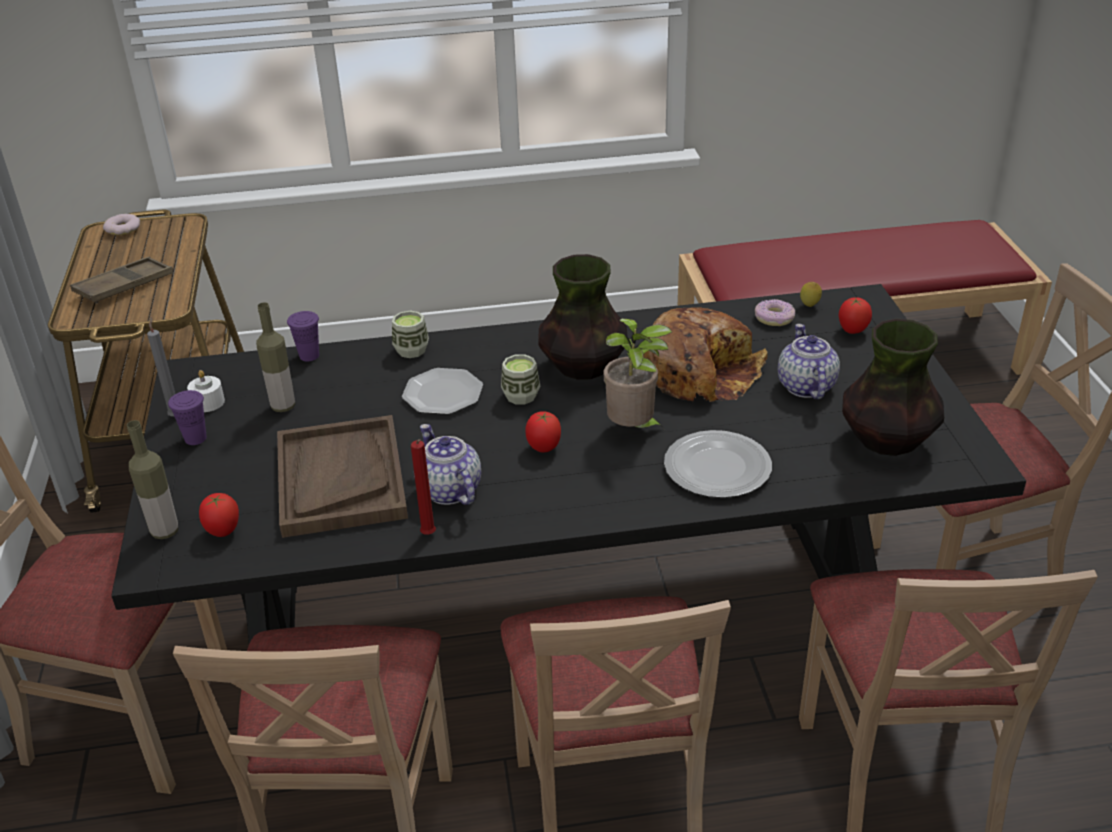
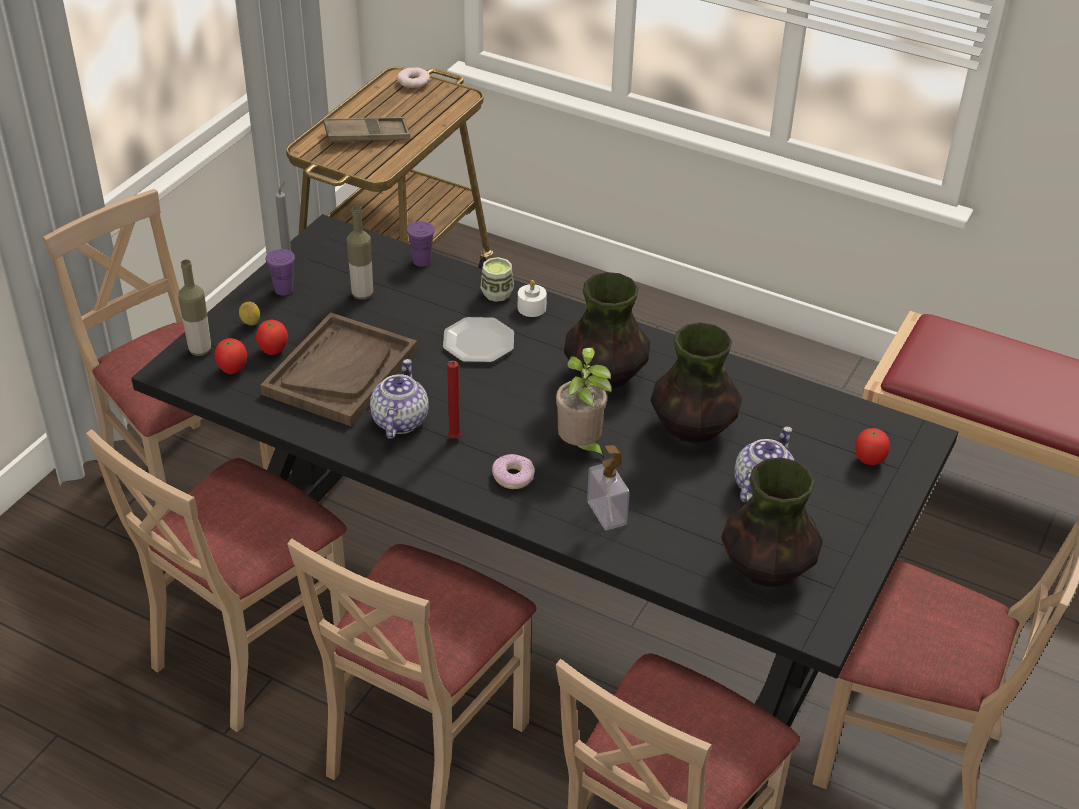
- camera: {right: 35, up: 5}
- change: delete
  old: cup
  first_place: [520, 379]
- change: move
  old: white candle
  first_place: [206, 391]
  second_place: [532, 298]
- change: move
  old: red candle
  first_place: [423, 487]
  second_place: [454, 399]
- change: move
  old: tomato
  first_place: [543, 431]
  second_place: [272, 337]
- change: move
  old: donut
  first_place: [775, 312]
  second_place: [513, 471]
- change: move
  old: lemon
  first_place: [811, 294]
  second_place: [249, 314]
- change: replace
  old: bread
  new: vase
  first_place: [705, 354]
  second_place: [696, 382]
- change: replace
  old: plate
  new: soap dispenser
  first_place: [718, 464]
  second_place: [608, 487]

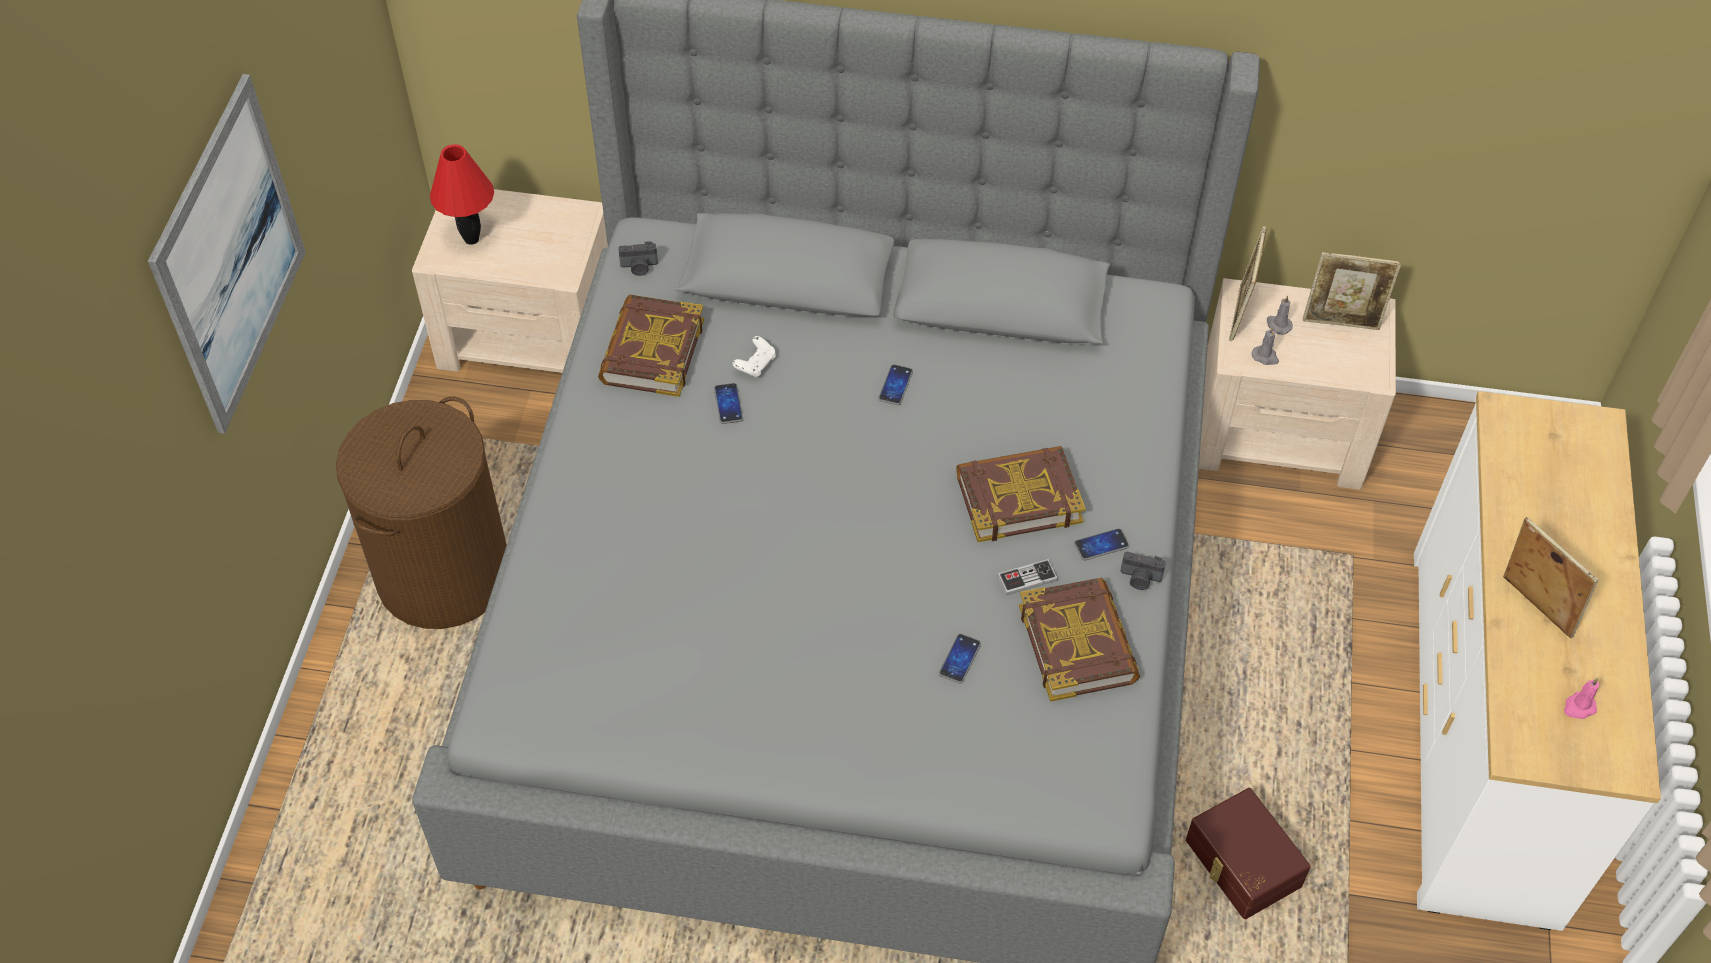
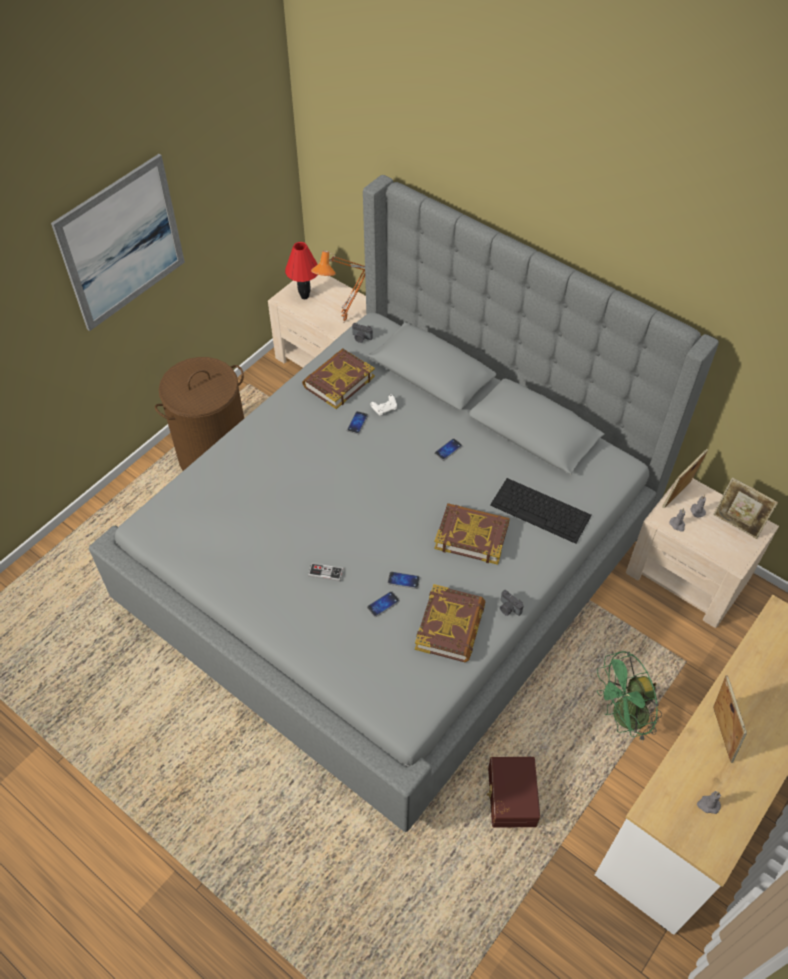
- camera: {right: 30, up: 0}
- change: insert
  new: orange table lamp
  second_place: [338, 286]
- change: insert
  new: keyboard
  second_place: [541, 511]
- change: insert
  new: green fan
  second_place: [629, 697]
- change: move
  old: game controller
  first_place: [1027, 577]
  second_place: [325, 572]
- change: move
  old: phone
  first_place: [1101, 544]
  second_place: [403, 580]
- change: recolor
  old: pink candle
  new: grey candle
  first_place: [1581, 698]
  second_place: [709, 802]

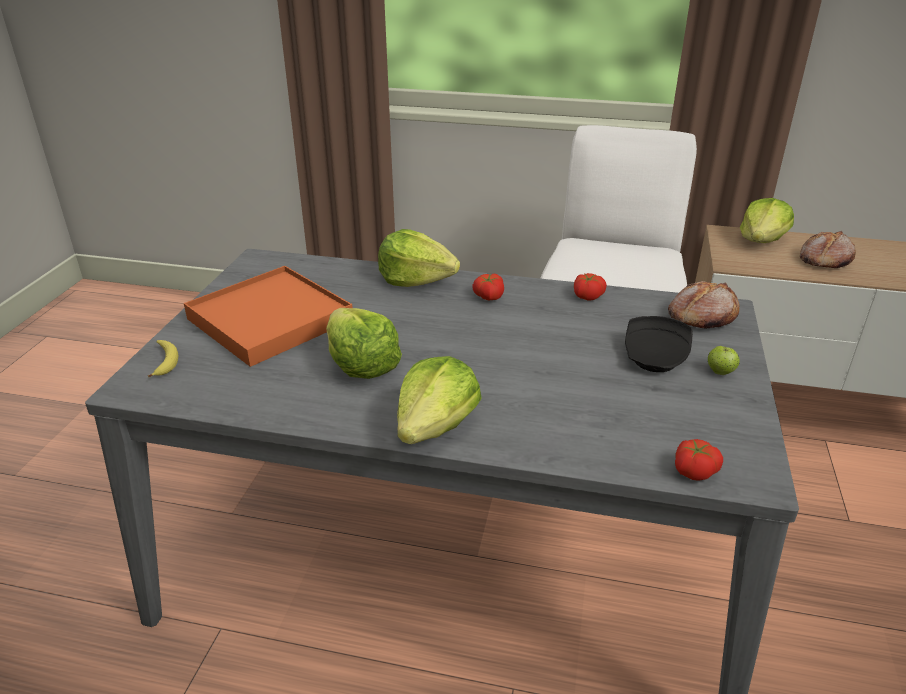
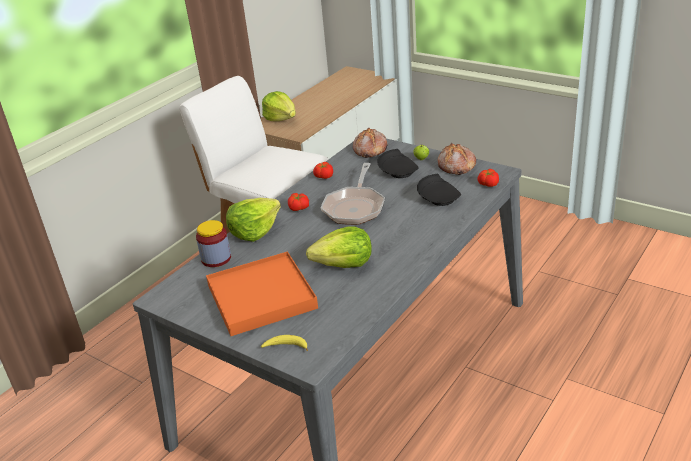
- camera: {right: -65, up: 0}
- change: delete
  old: lettuce
  first_place: [439, 400]
- change: insert
  new: jar
  second_place: [213, 243]
- change: insert
  new: frying pan
  second_place: [352, 194]
- change: insert
  new: black plate
  second_place: [439, 190]
- change: move
  old: bread
  first_place: [828, 249]
  second_place: [457, 159]

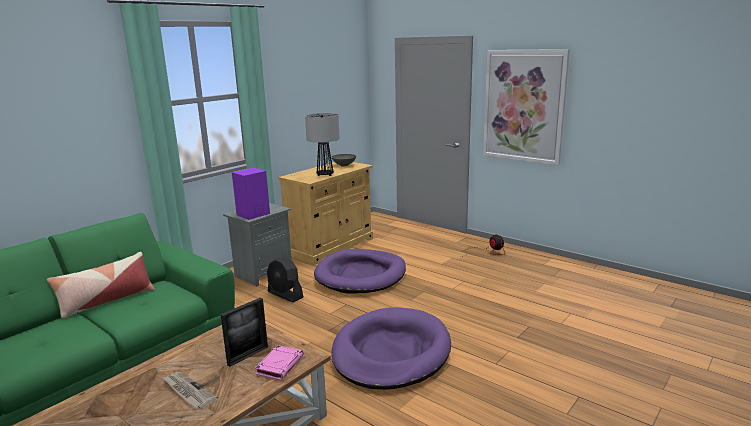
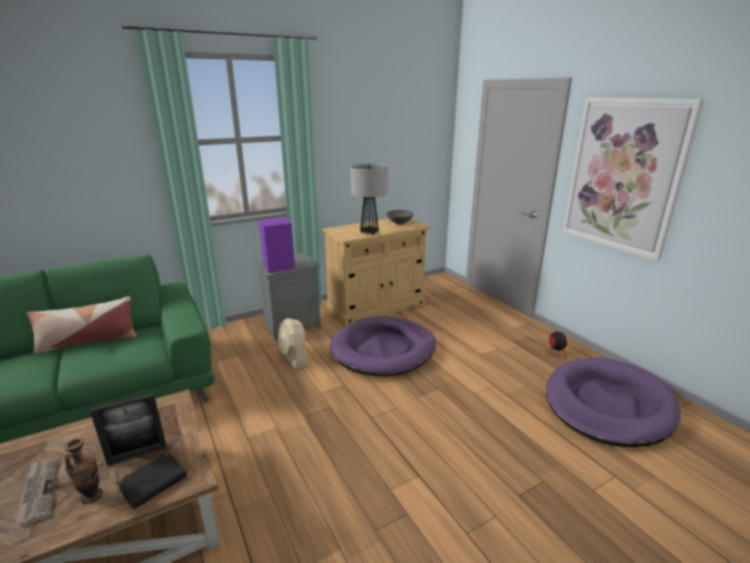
- camera: {right: 20, up: 5}
- change: insert
  new: vase
  second_place: [83, 471]
- change: move
  old: purple dog bed
  first_place: [391, 348]
  second_place: [613, 402]
- change: recolor
  old: pink book
  new: black book
  first_place: [279, 362]
  second_place: [152, 480]
- change: recolor
  old: black fan
  new: beige fan
  first_place: [285, 280]
  second_place: [293, 343]

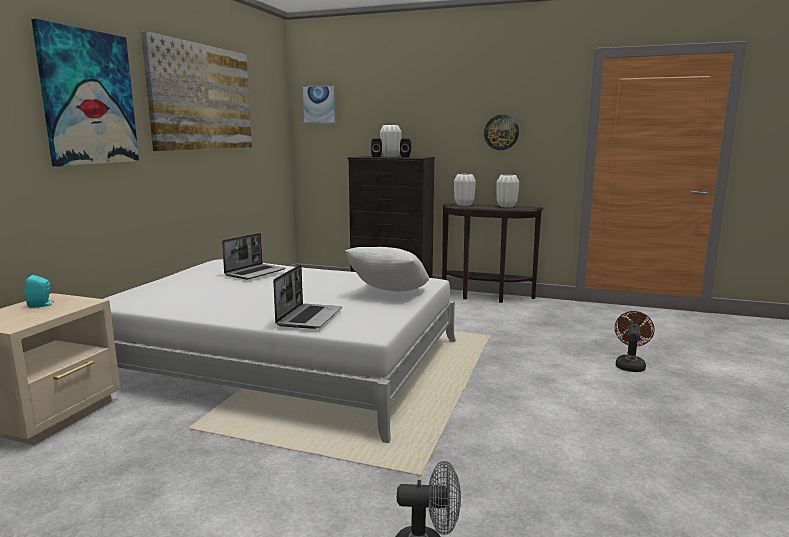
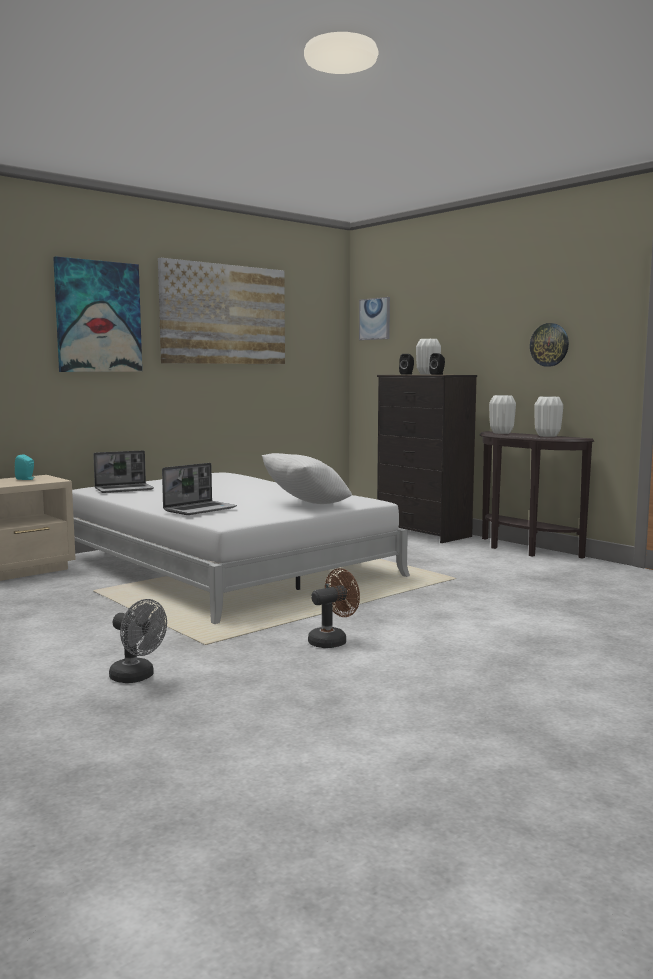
- camera: {right: 30, up: -5}
- change: move
  old: laptop
  first_place: [253, 256]
  second_place: [123, 471]
- change: move
  old: brown fan
  first_place: [634, 341]
  second_place: [334, 608]

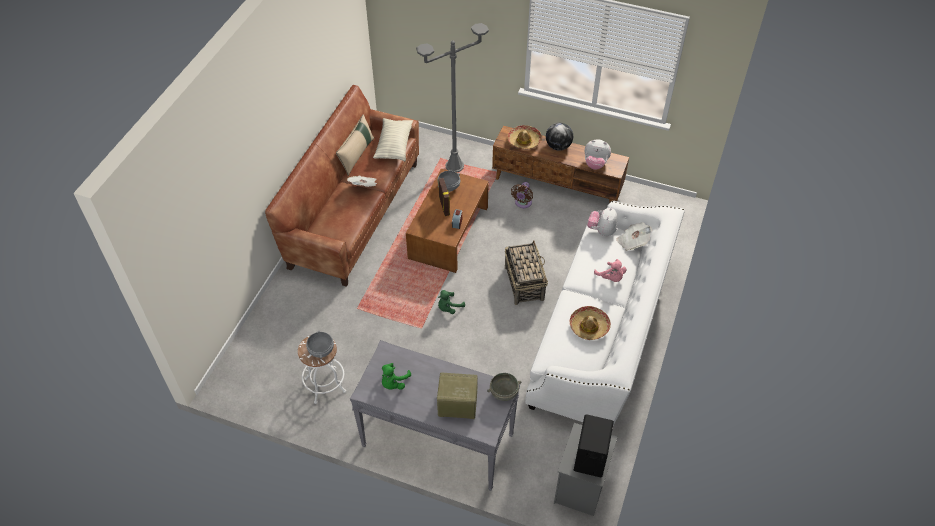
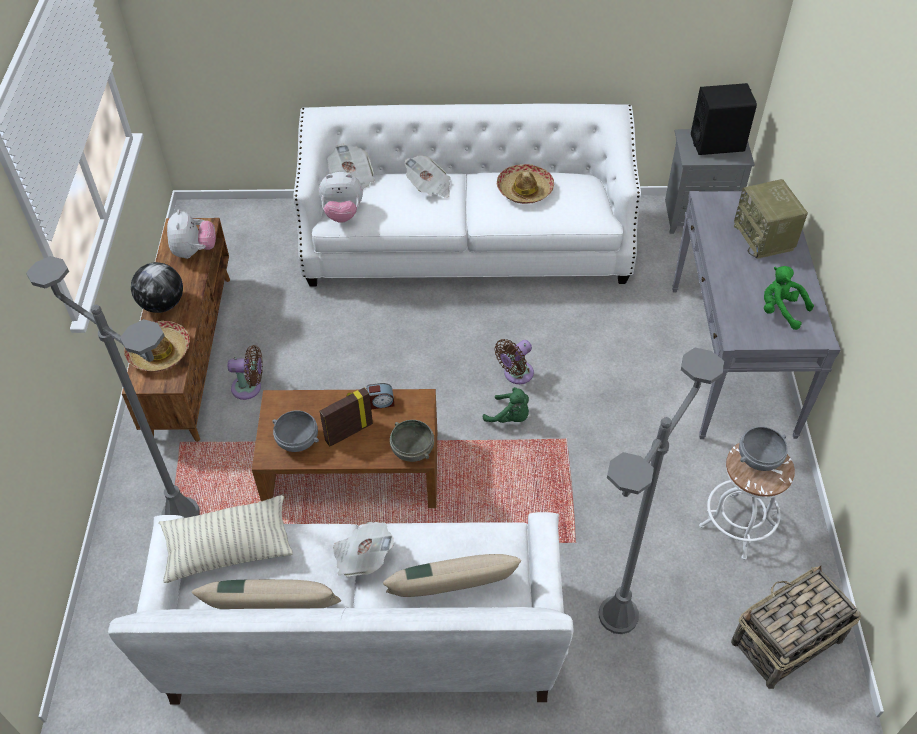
- camera: {right: -110, up: 0}
- change: insert
  new: beige pillow
  second_place: [452, 575]
- change: insert
  new: brown fan
  second_place: [514, 361]
- change: insert
  new: grey floor lamp
  second_place: [661, 491]
- change: move
  old: grey bowl
  first_place: [504, 387]
  second_place: [412, 441]
- change: move
  old: basket
  first_place: [526, 273]
  second_place: [796, 627]
- change: replace
  old: pink plush toy
  new: newspaper
  first_place: [610, 270]
  second_place: [427, 177]
- change: recolor
  old: brown sofa
  new: white sofa
  first_place: [342, 186]
  second_place: [340, 608]
- change: rotate
  old: green plush toy
  first_place: [396, 376]
  second_place: [789, 298]
  degrees: -150

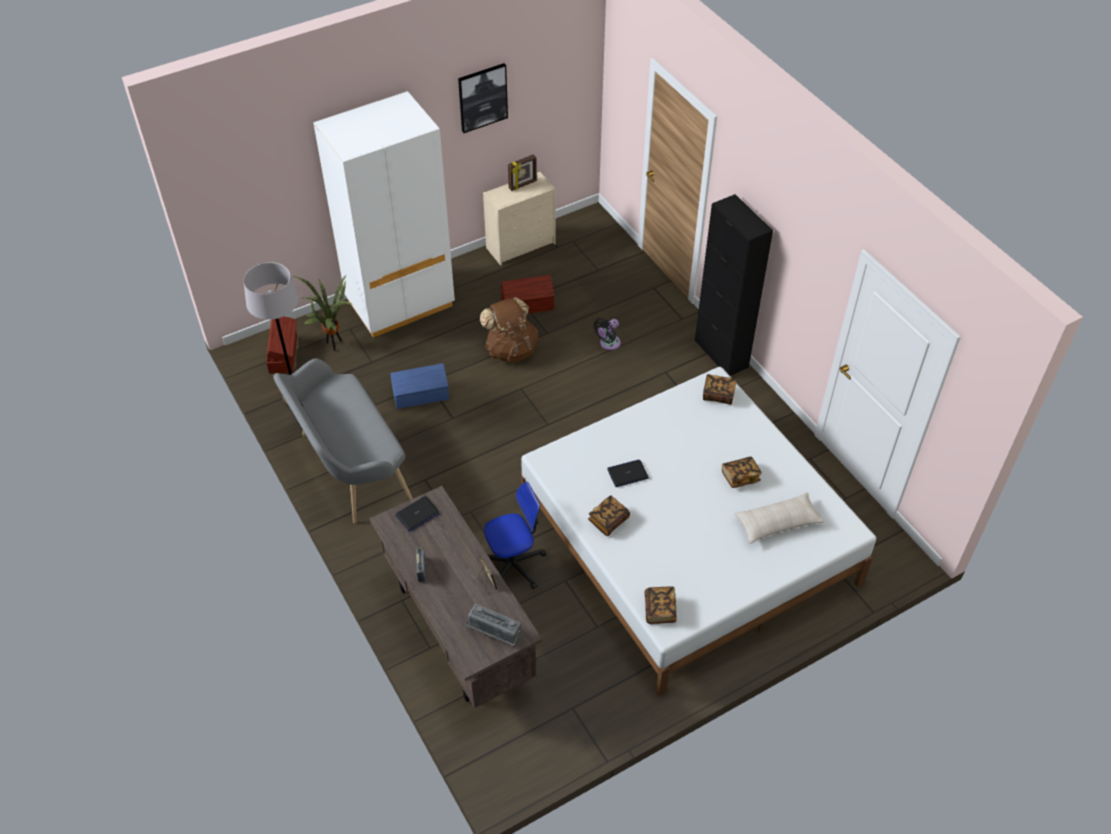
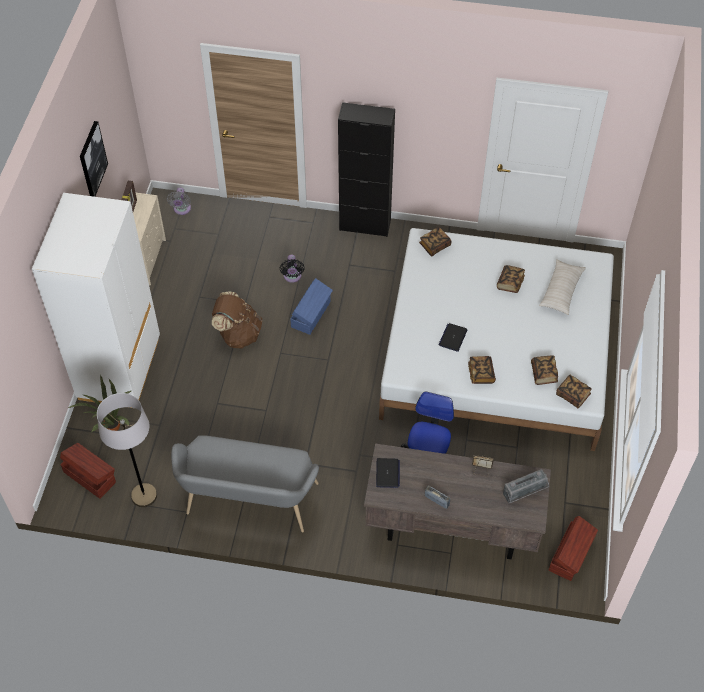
- camera: {right: -50, up: 5}
- change: insert
  new: grey fan
  second_place: [179, 201]
- change: insert
  new: book
  second_place: [544, 370]
- change: move
  old: blue storage box
  first_place: [420, 386]
  second_place: [311, 306]
- change: move
  old: brown storage box
  first_place: [527, 294]
  second_place: [573, 548]

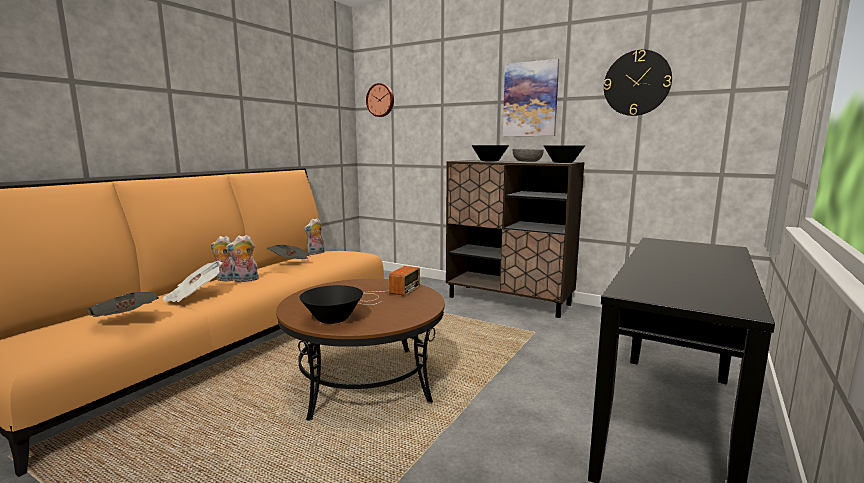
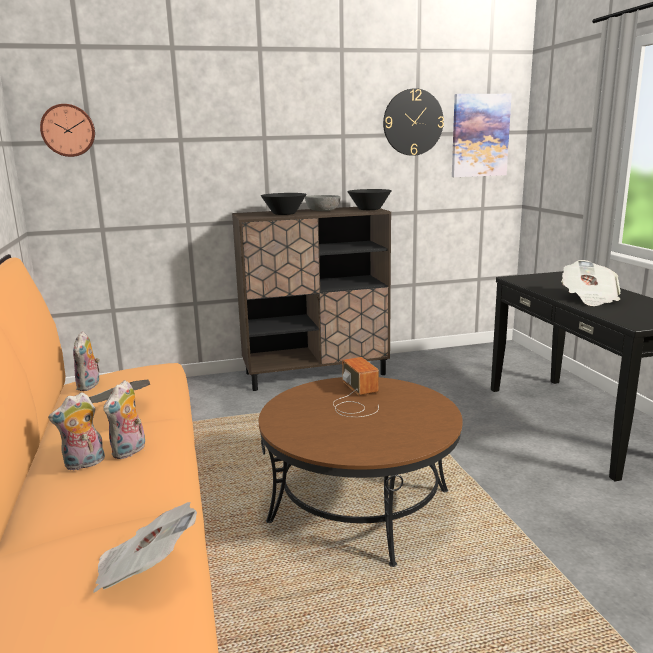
- camera: {right: -45, up: 5}
- change: delete
  old: black bowl
  first_place: [331, 304]
- change: move
  old: newspaper
  first_place: [192, 281]
  second_place: [591, 283]
- change: move
  old: picture
  first_place: [531, 97]
  second_place: [482, 135]

